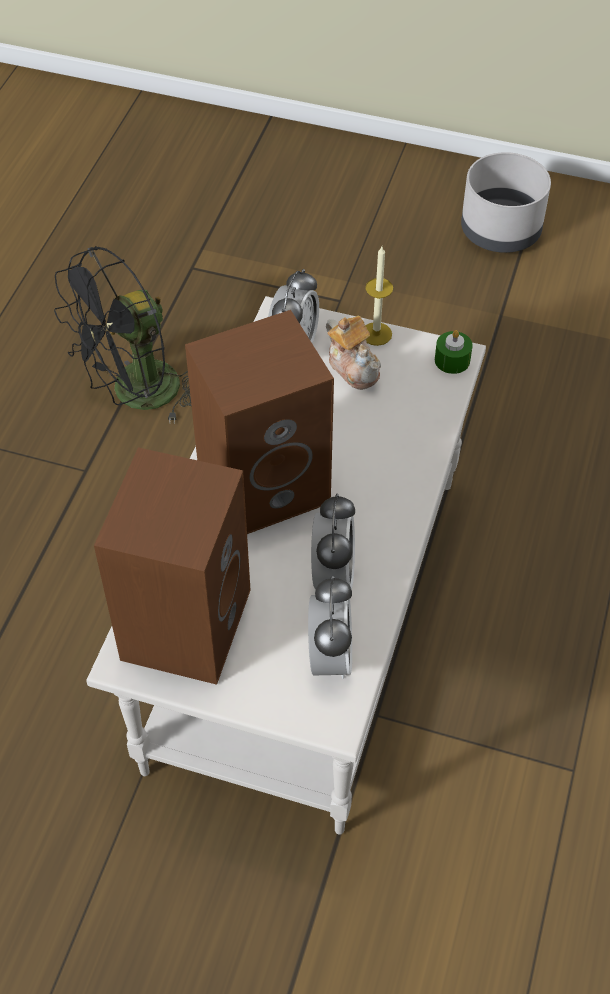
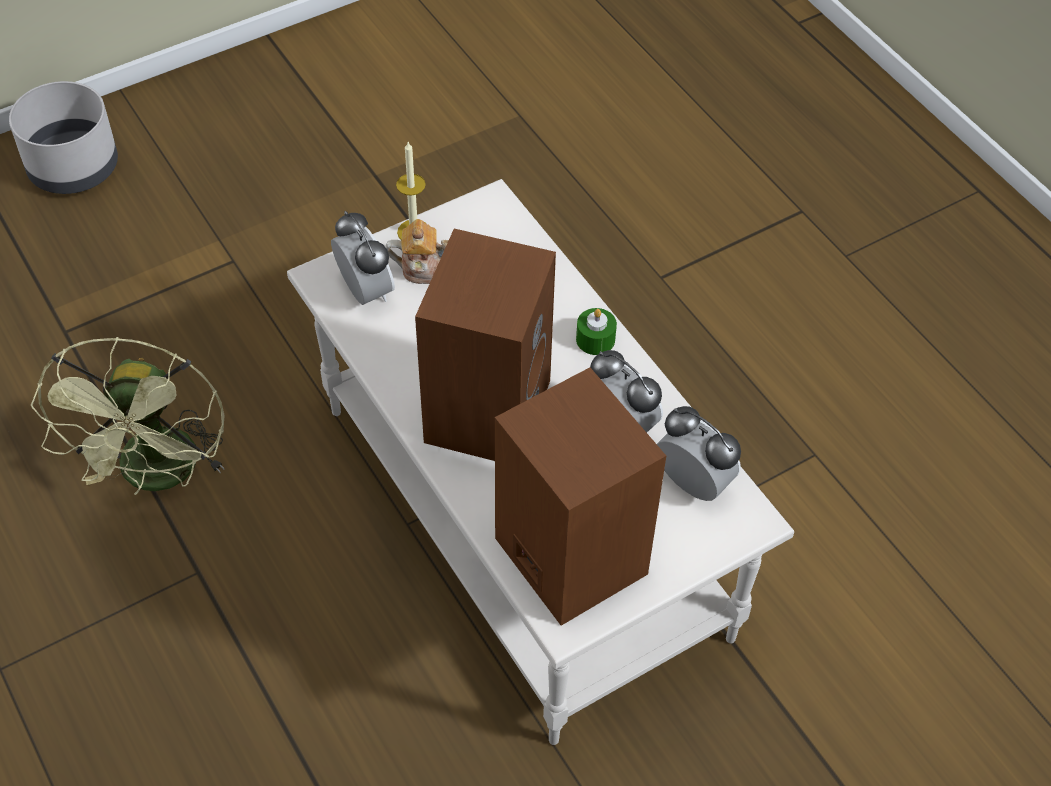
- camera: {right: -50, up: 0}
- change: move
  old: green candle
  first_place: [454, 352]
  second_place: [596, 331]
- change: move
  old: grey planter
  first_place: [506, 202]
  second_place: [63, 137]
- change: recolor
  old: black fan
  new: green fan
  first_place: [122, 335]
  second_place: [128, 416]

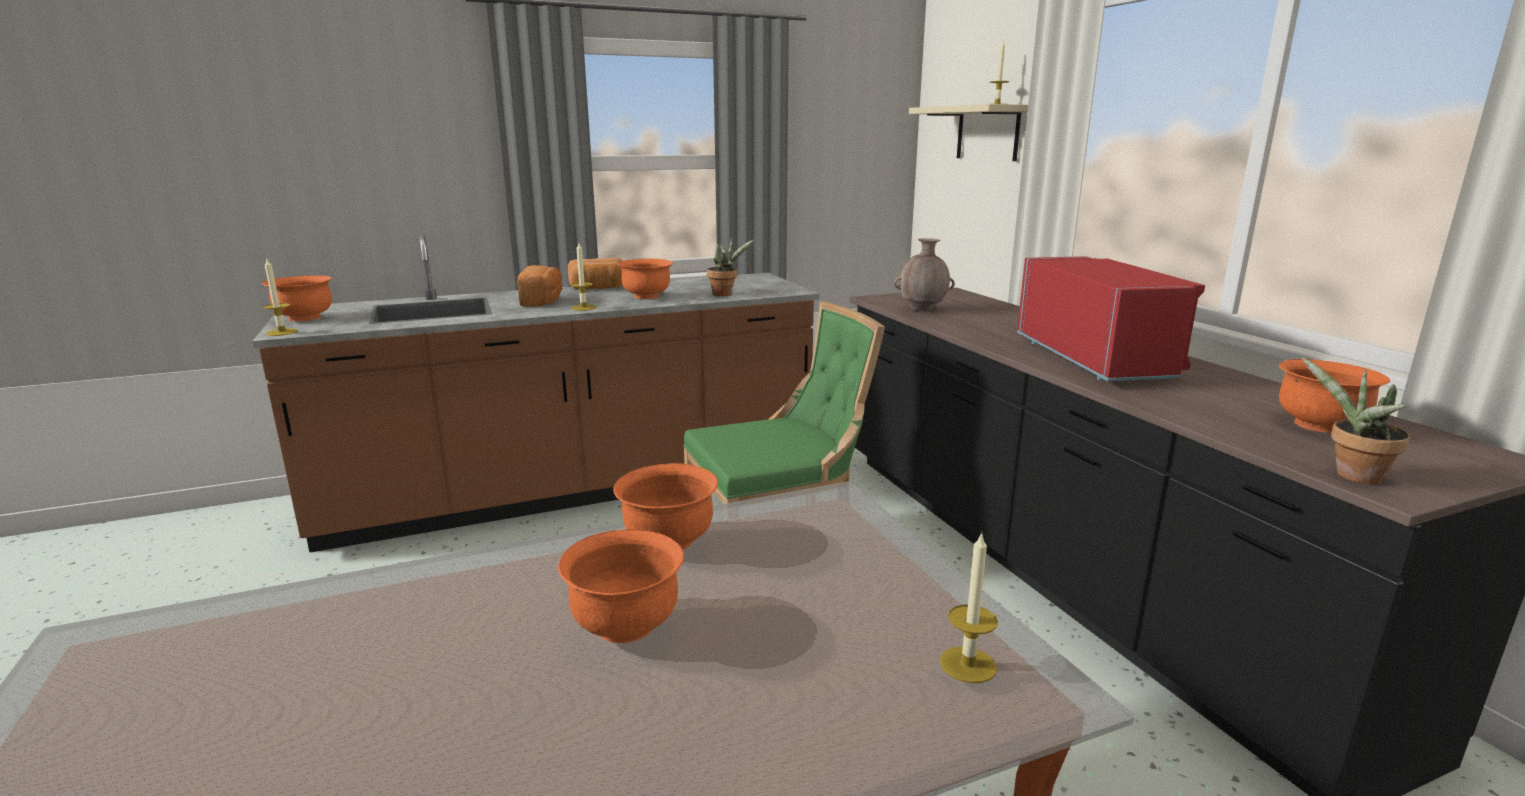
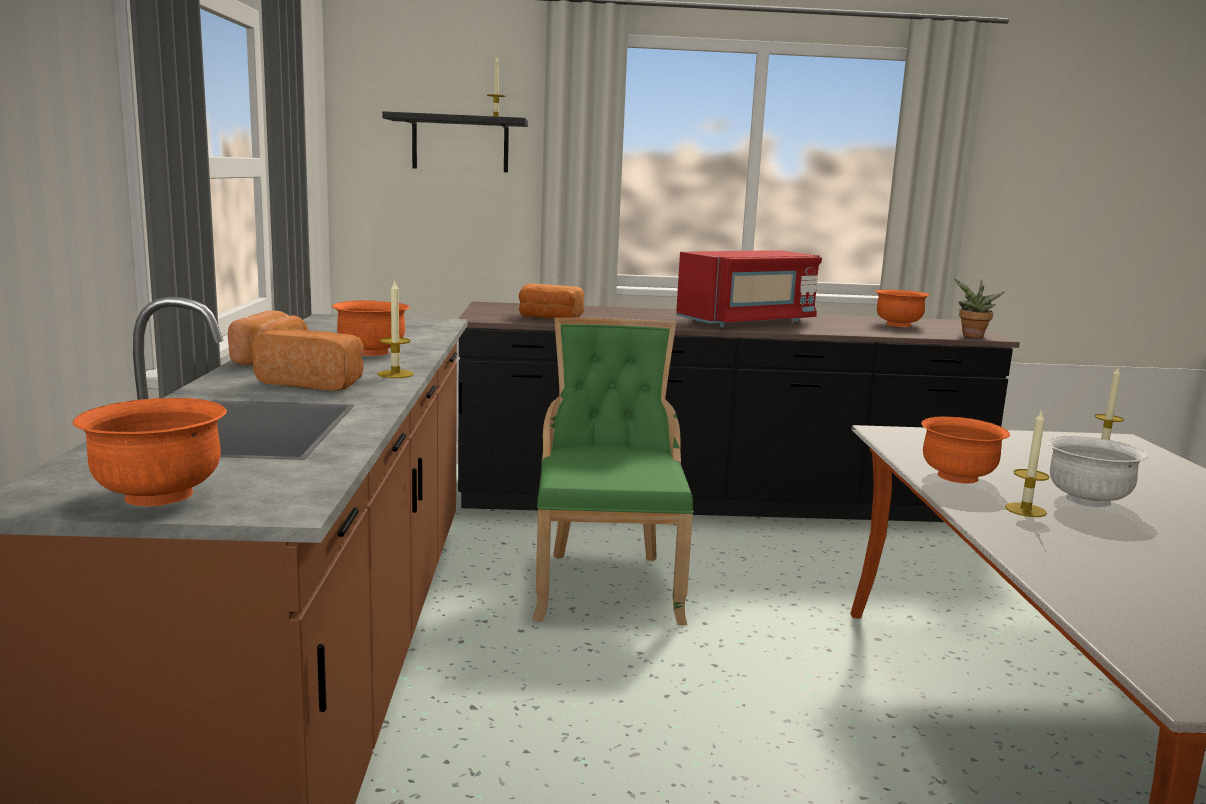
- camera: {right: -70, up: -5}
- change: delete
  old: potted plant
  first_place: [731, 266]
- change: move
  old: candle
  first_place: [280, 296]
  second_place: [1027, 463]
- change: replace
  old: brown vase
  new: bread
  first_place: [924, 274]
  second_place: [551, 301]
- change: recolor
  old: orange bowl
  new: white bowl
  first_place: [621, 586]
  second_place: [1097, 472]
- change: recolor
  old: beige shelf
  new: black shelf
  first_place: [968, 132]
  second_place: [455, 141]
- change: rotate
  old: red microwave
  first_place: [1111, 318]
  second_place: [749, 288]
  degrees: 135

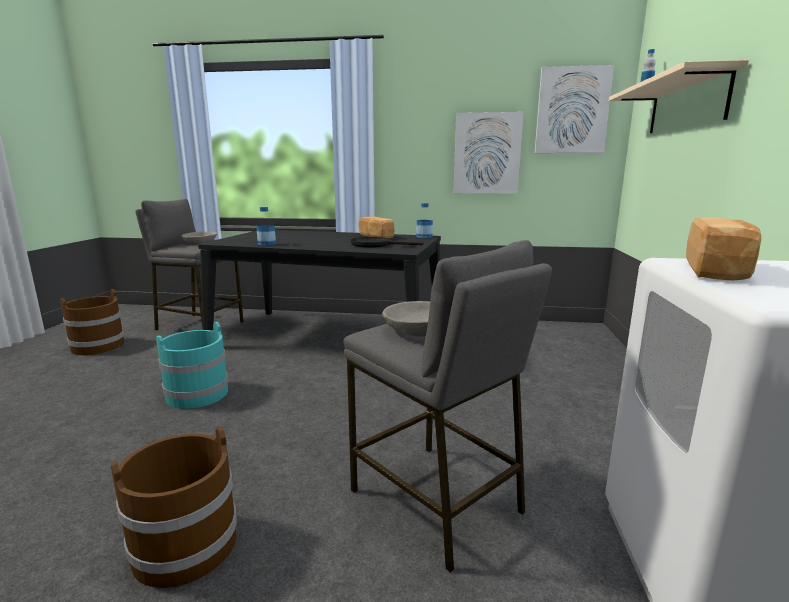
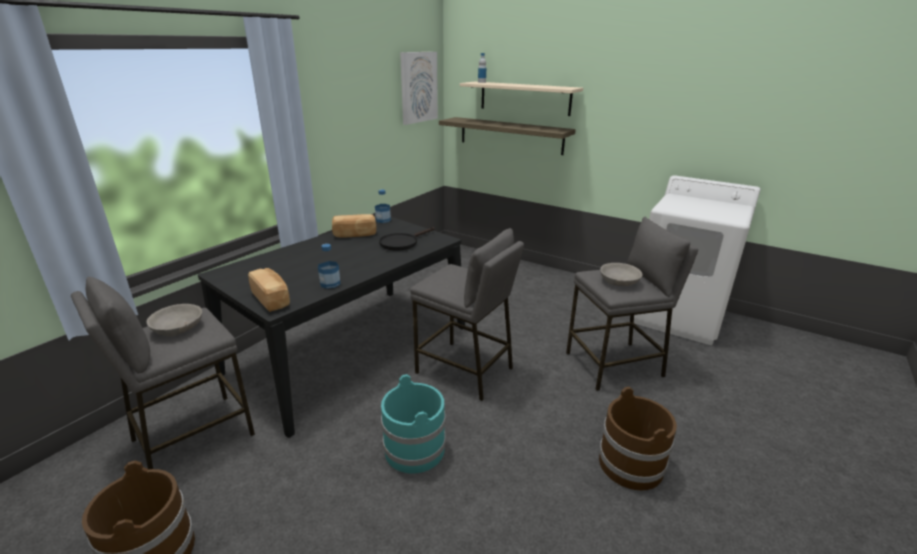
- camera: {right: -65, up: 10}
- change: delete
  old: picture
  first_place: [488, 153]
- change: insert
  new: grey stool
  second_place: [467, 314]
- change: insert
  new: shelf
  second_place: [507, 136]
- change: move
  old: bread
  first_place: [723, 248]
  second_place: [269, 290]

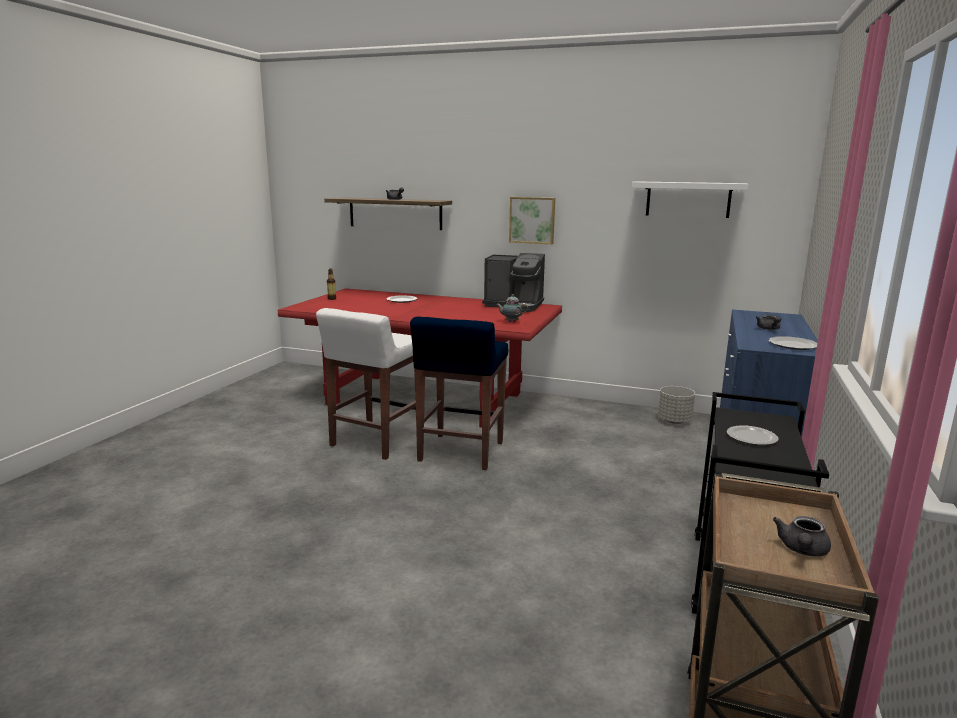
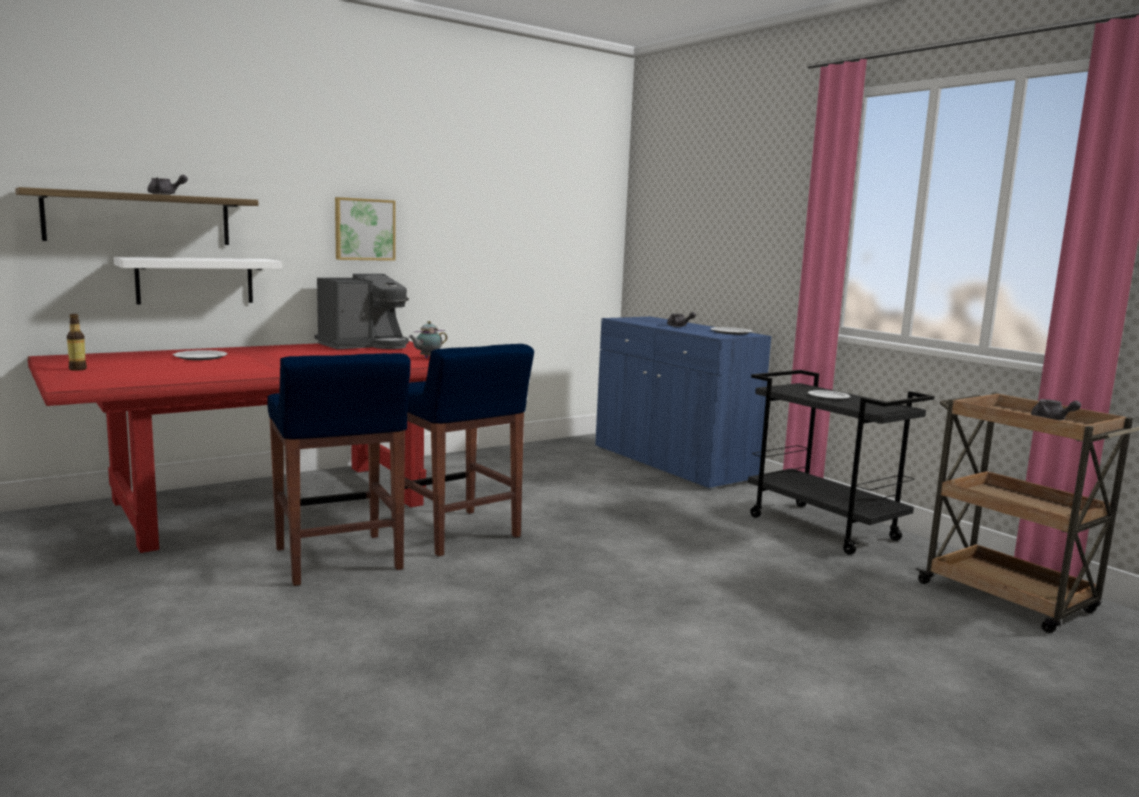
- camera: {right: -55, up: -5}
- change: delete
  old: grey planter
  first_place: [676, 405]
- change: move
  old: white shelf
  first_place: [690, 199]
  second_place: [198, 281]
- change: recolor
  old: white stool
  new: blue stool
  first_place: [366, 384]
  second_place: [339, 469]

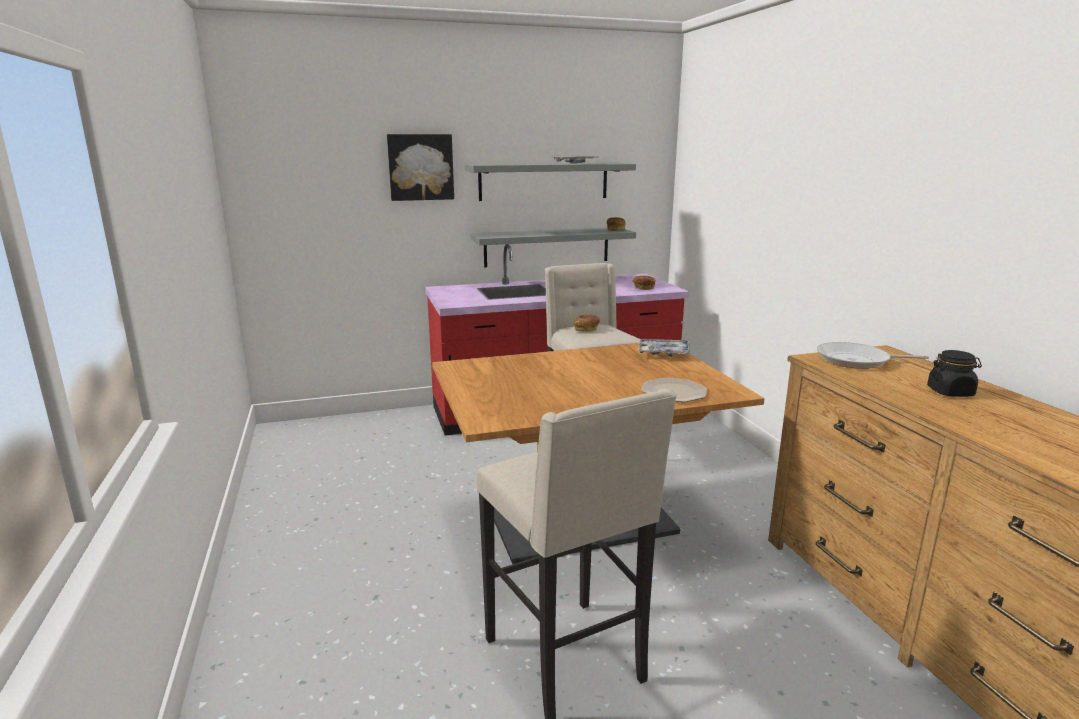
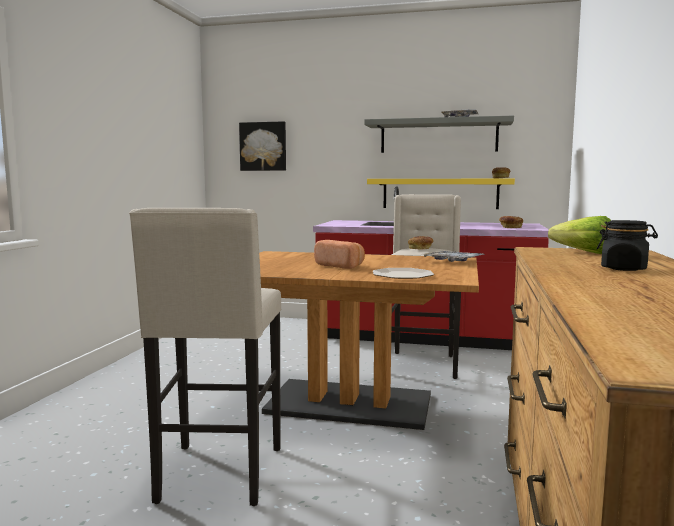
- camera: {right: 30, up: -10}
- change: insert
  new: bread
  second_place: [339, 254]
- change: move
  old: picture
  first_place: [420, 167]
  second_place: [262, 146]
- change: replace
  old: frying pan
  new: lettuce
  first_place: [873, 355]
  second_place: [579, 235]
- change: recolor
  old: grey shelf
  new: yellow shelf
  first_place: [553, 247]
  second_place: [441, 194]

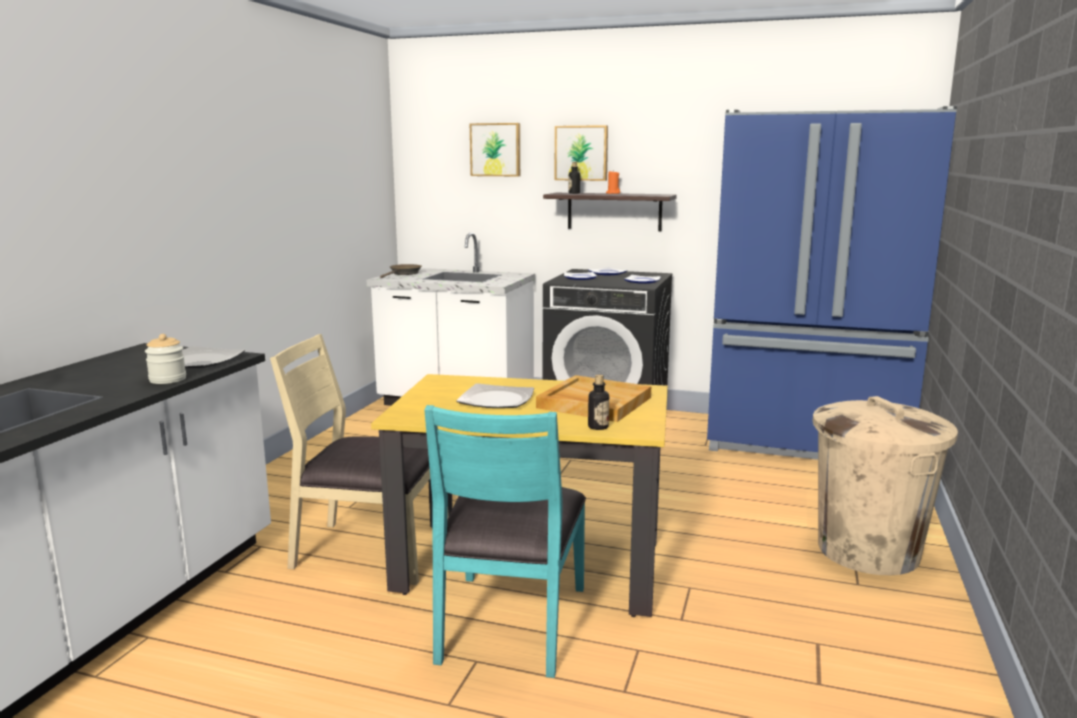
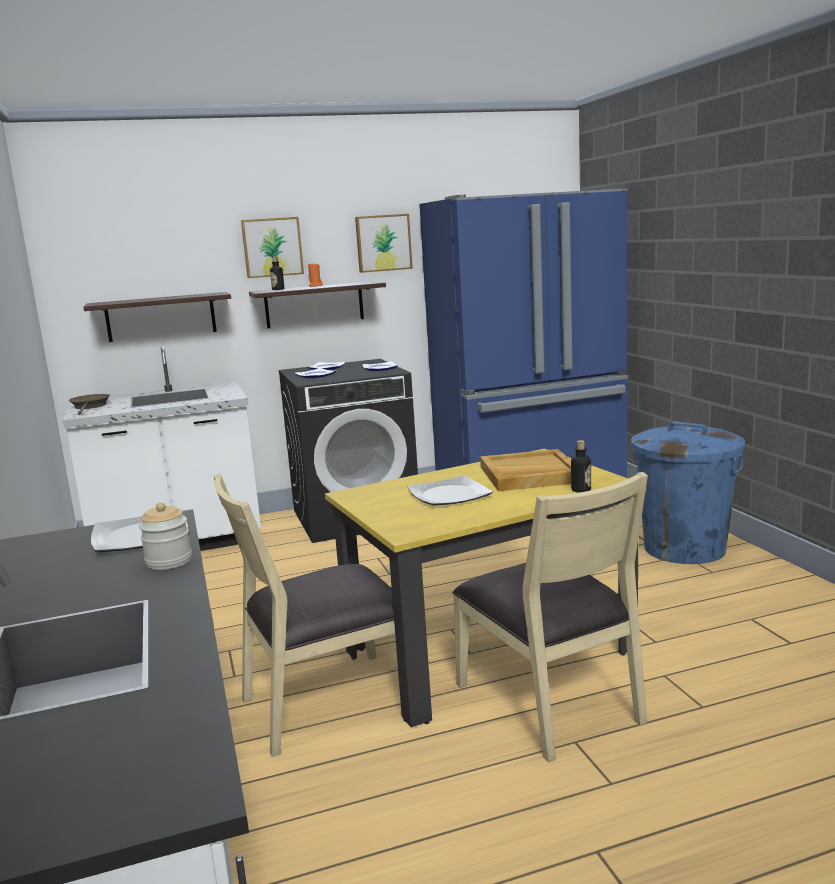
- camera: {right: -35, up: 0}
- change: insert
  new: shelf
  second_place: [157, 317]
- change: move
  old: picture
  first_place: [495, 149]
  second_place: [384, 243]
- change: recolor
  old: turquoise chair
  new: beige chair
  first_place: [505, 541]
  second_place: [550, 617]
- change: recolor
  old: beige trash can
  new: blue trash can
  first_place: [885, 485]
  second_place: [688, 493]

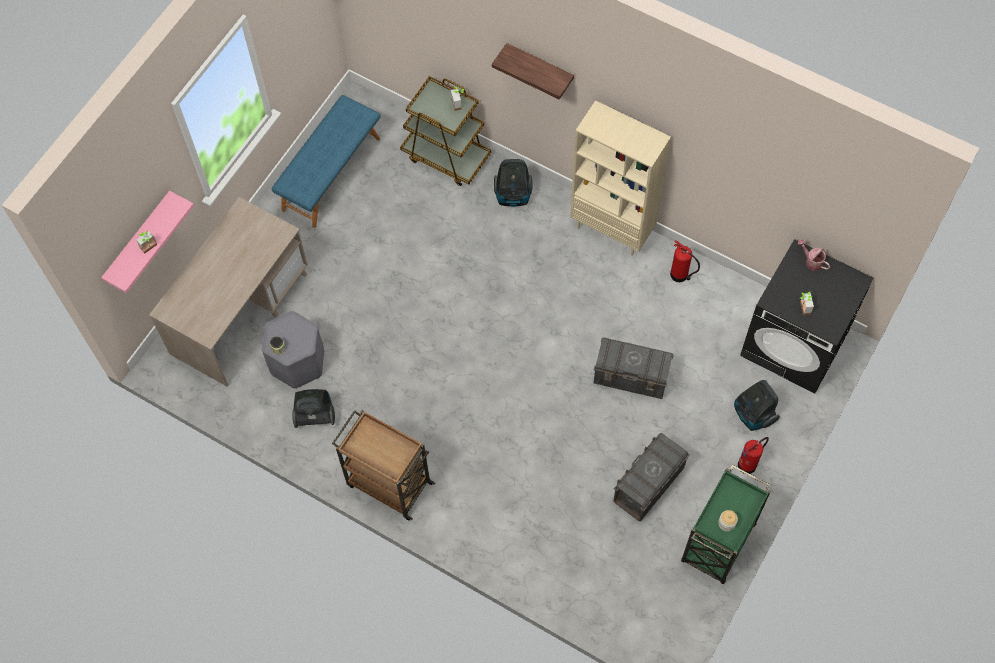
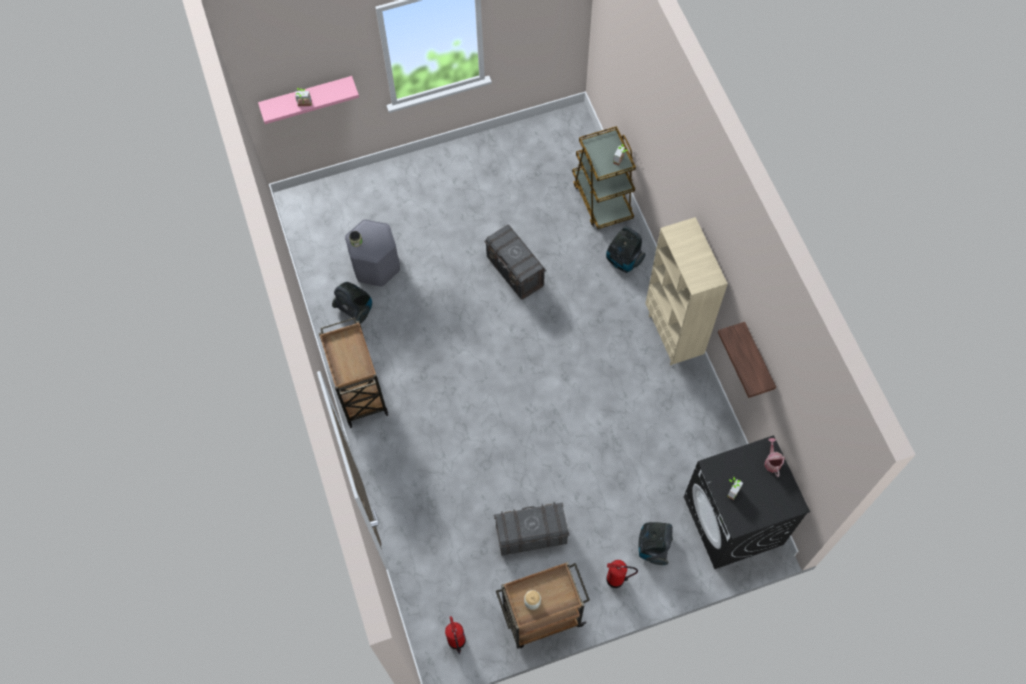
- camera: {right: 40, up: 0}
- change: delete
  old: beige desk
  first_place: [228, 291]
- change: delete
  old: blue bench
  first_place: [326, 161]
- change: move
  old: shelf
  first_place: [533, 71]
  second_place: [747, 360]
- change: move
  old: grey storage box
  first_place: [634, 368]
  second_place: [515, 262]
- change: move
  old: fire extinguisher
  first_place: [685, 261]
  second_place: [455, 635]
- change: recolor
  old: green cart
  new: brown cart
  first_place: [726, 524]
  second_place: [543, 605]

